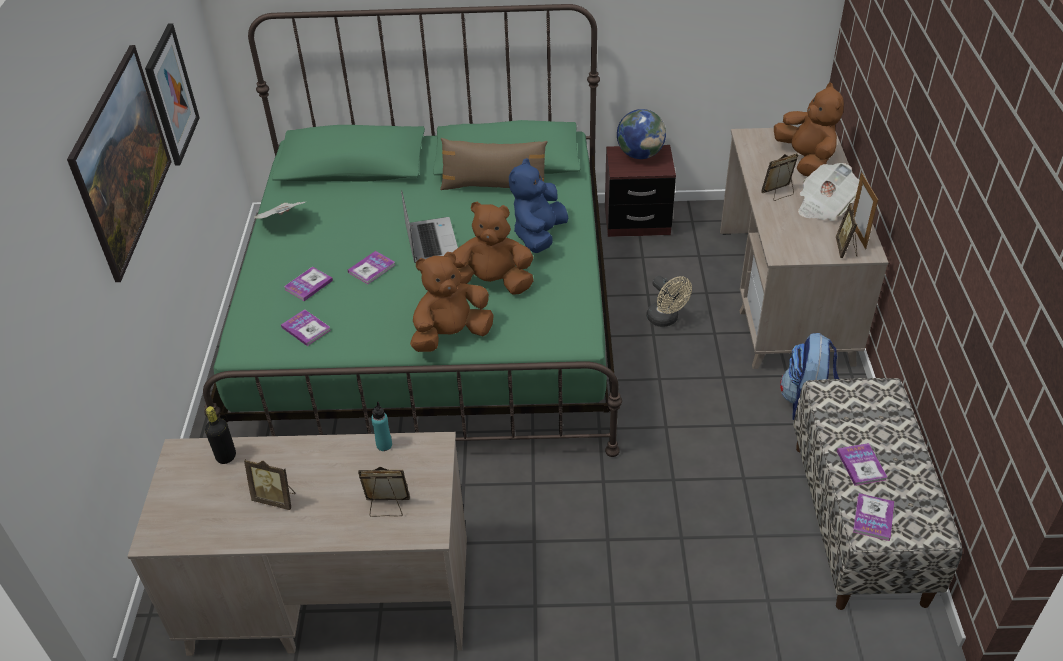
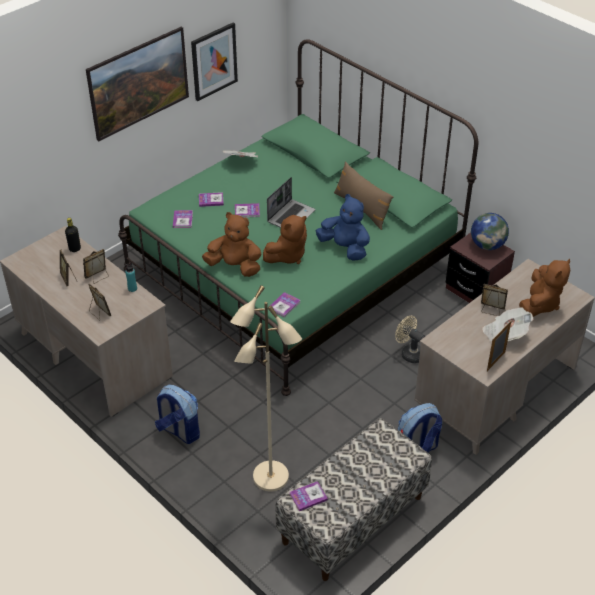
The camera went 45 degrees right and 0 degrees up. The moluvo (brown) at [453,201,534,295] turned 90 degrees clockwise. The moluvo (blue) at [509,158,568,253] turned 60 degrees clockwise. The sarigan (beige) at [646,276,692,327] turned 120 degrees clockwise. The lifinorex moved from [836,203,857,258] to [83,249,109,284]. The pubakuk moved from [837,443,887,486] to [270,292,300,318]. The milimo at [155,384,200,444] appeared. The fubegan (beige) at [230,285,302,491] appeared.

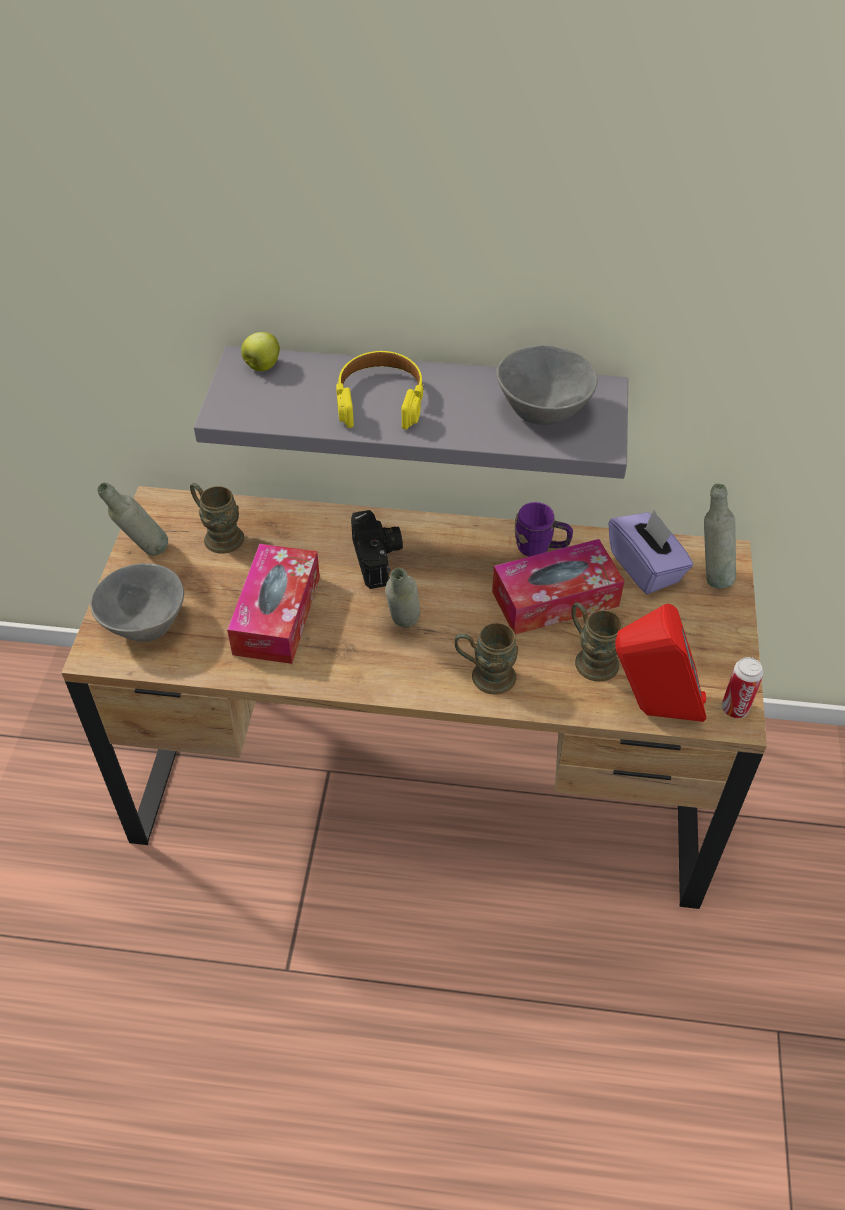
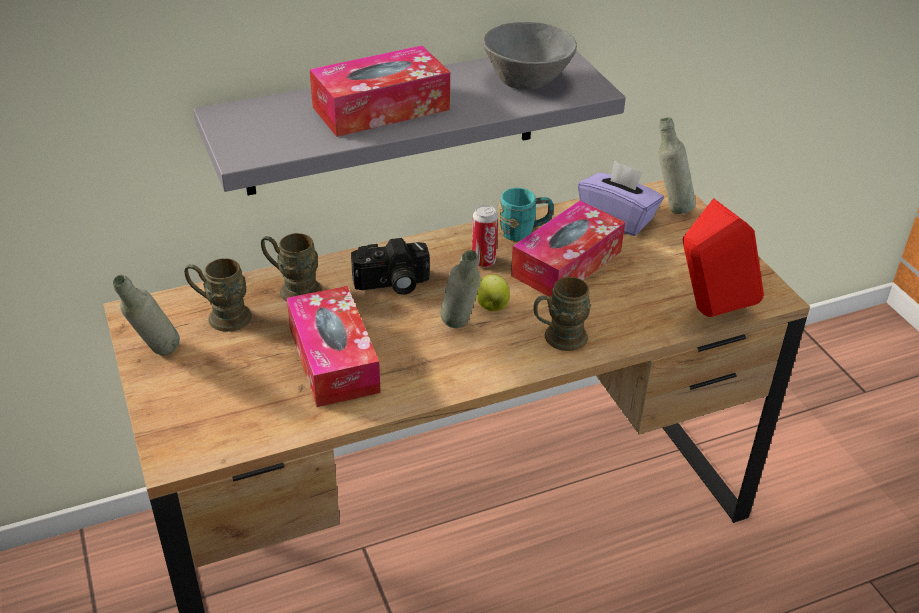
The camera went 30 degrees left and 10 degrees down. The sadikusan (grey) at [90,563,184,642] disappeared. The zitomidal moved from [241,332,280,371] to [476,275,510,311]. The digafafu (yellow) at [336,351,424,430] was replaced by the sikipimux at [310,45,450,137]. The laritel at [351,510,403,589] turned 120 degrees clockwise. The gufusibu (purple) at [515,502,573,557] became the gufusibu (turquoise) at [498,188,554,241]. The gufusibu (brown) moved from [571,602,623,682] to [261,233,322,302]. The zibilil moved from [722,657,764,718] to [472,205,498,267].

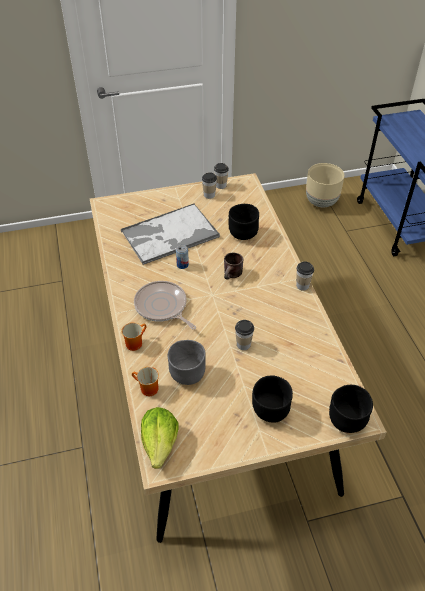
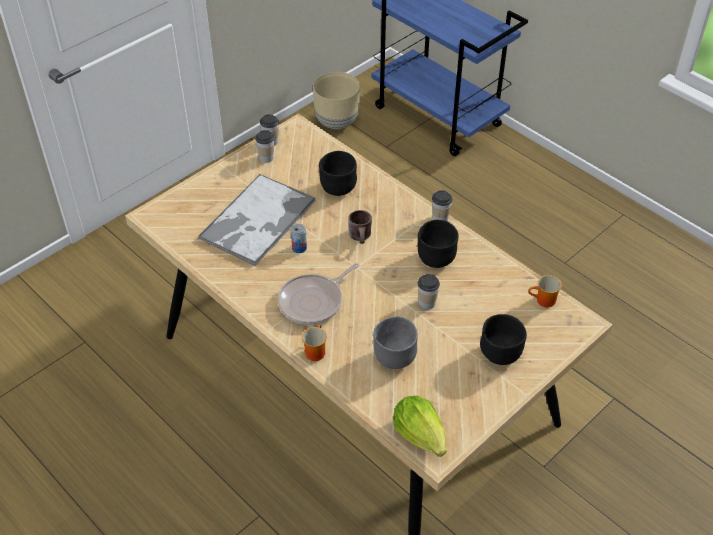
The camera went 30 degrees left and 0 degrees up. The gufusibu moved from [132,367,159,396] to [528,275,562,307]. The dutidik at [134,281,196,330] turned 60 degrees counterclockwise. The sadikusan (black) moved from [329,384,373,433] to [417,220,459,268].

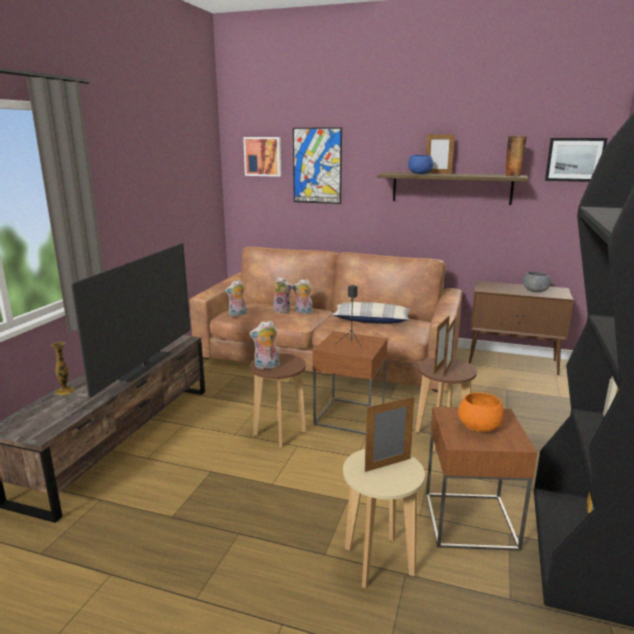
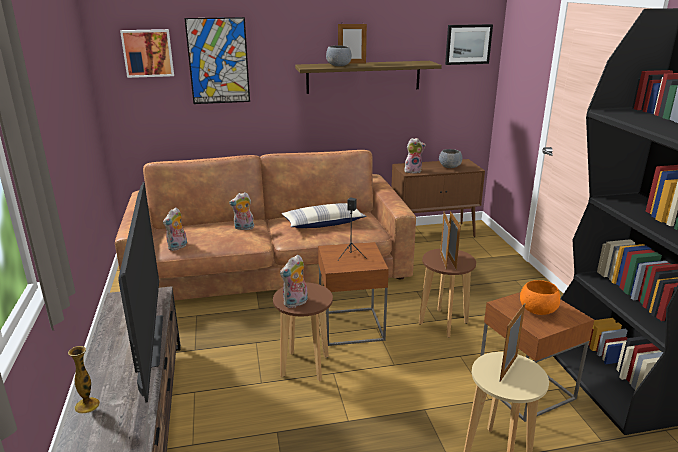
The camera went 30 degrees left and 5 degrees up. The moluvo moved from [273,277,293,314] to [404,138,426,173]. The sadikusan (blue) at [408,155,434,174] became the sadikusan (grey) at [326,45,352,66]. The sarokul at [506,136,527,177] disappeared.

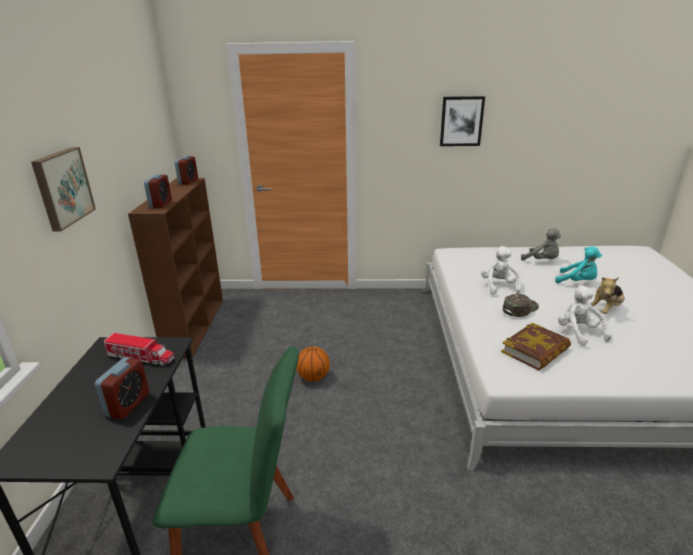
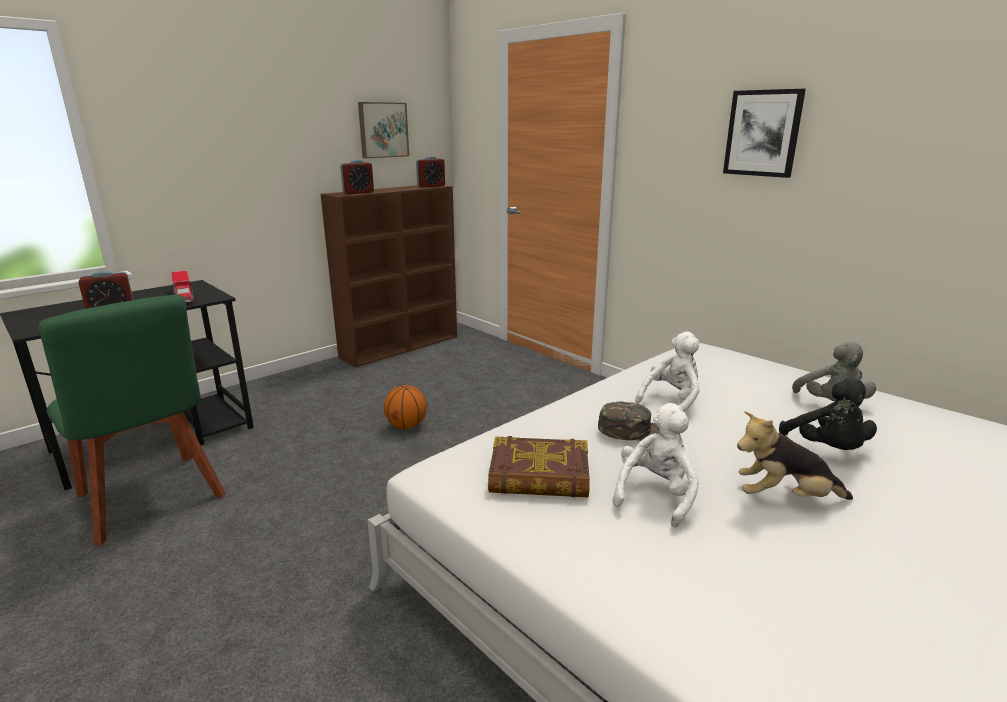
The camera went 45 degrees right and 5 degrees down. The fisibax moved from [31,147,96,231] to [358,102,409,158]. The moluvo (turquoise) at [555,246,602,284] became the moluvo (black) at [779,378,877,450].

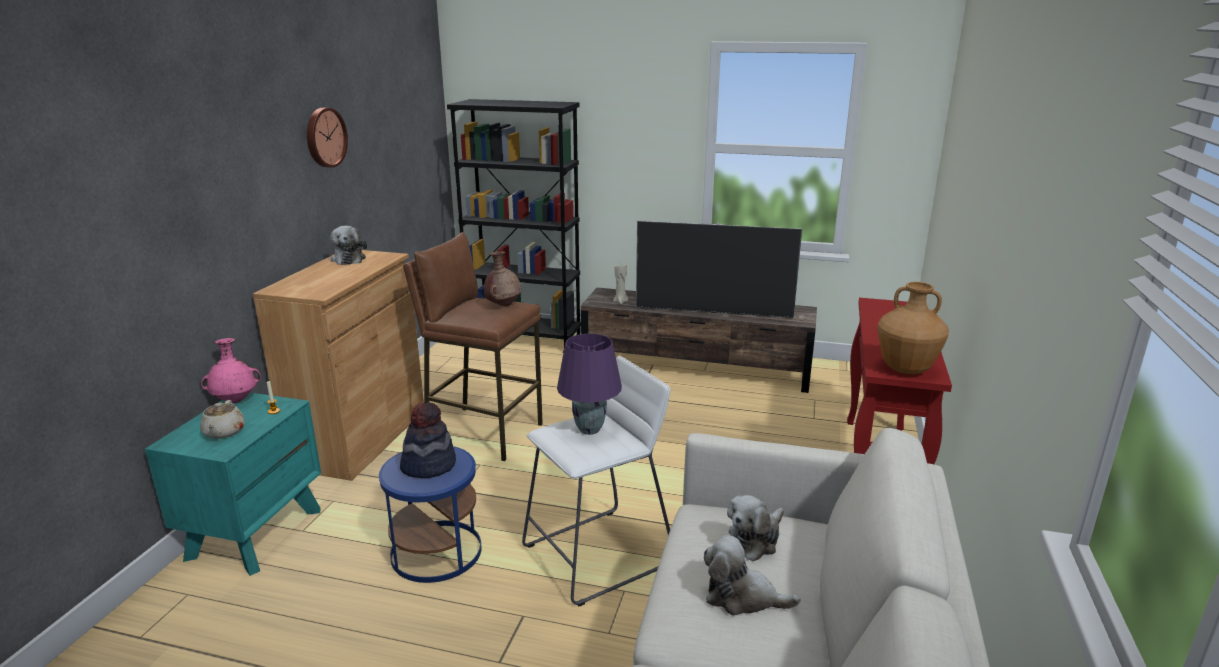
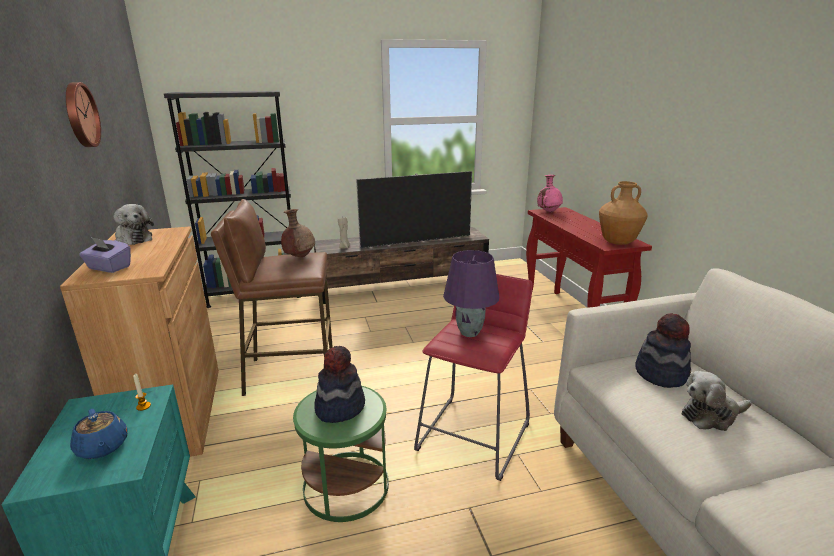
The camera went 30 degrees left and 0 degrees up. The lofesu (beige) at [200,400,245,439] became the lofesu (blue) at [70,409,128,459]. The sarokul (pink) moved from [201,338,261,403] to [537,175,563,212]. The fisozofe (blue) at [379,446,482,583] became the fisozofe (green) at [293,386,389,522]. The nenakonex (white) at [522,356,670,607] became the nenakonex (red) at [414,274,533,481]. The moluvo at [727,495,784,561] was replaced by the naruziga at [635,313,691,388]. The sikipimux (purple) at [79,237,131,273] appeared.

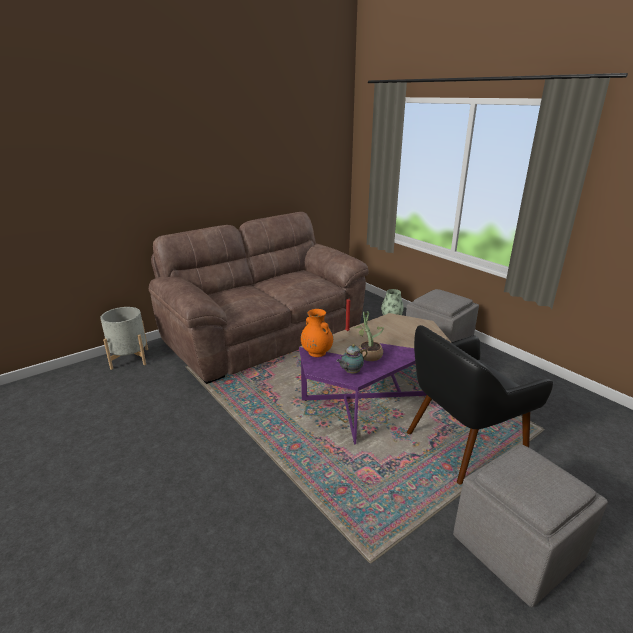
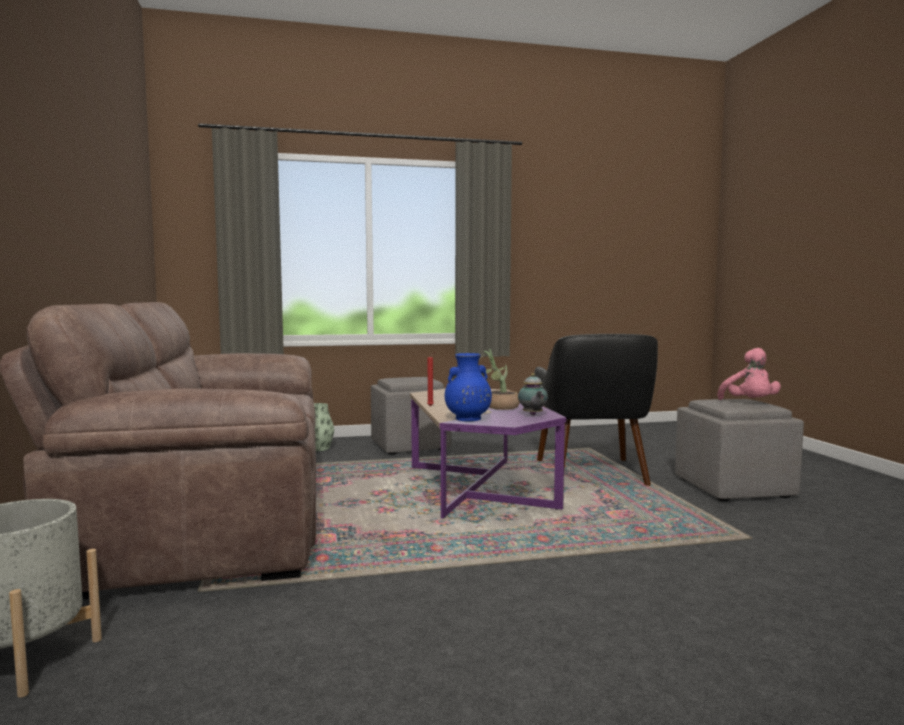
The camera went 65 degrees left and 20 degrees down. The sarokul (orange) at [301,309,333,357] became the sarokul (blue) at [445,353,492,421]. The moluvo (pink) at [717,348,781,400] appeared.

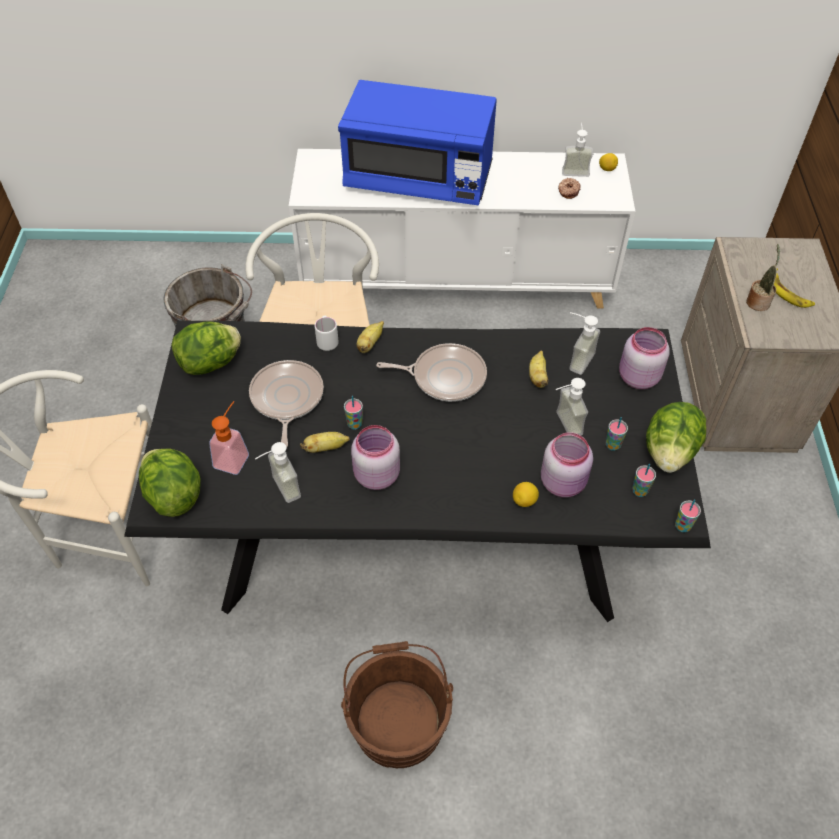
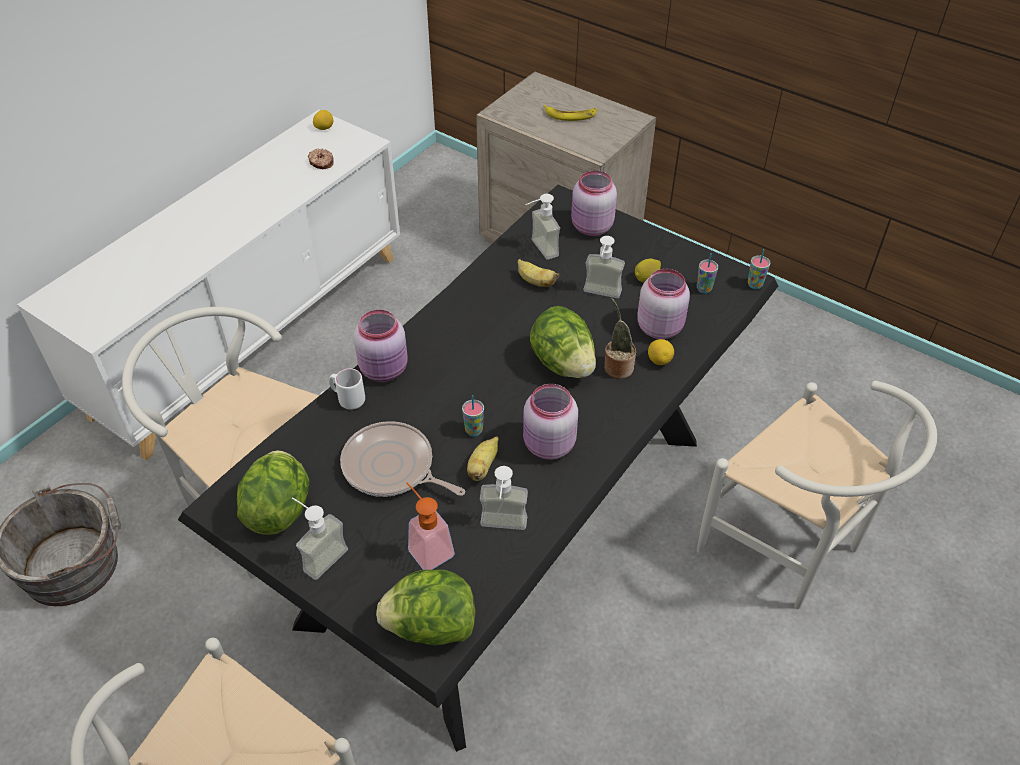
The camera went 55 degrees left and 5 degrees down. The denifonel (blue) at [338,80,497,206] disappeared. The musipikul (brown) at [341,641,453,768] disappeared. The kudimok at [357,321,384,353] was replaced by the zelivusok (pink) at [354,309,408,382]. The dutidik at [376,343,487,402] disappeared. The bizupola moved from [562,123,593,177] to [292,497,348,580]. The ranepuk at [606,417,628,451] was replaced by the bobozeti at [635,259,661,283]. The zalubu moved from [646,402,706,473] to [530,306,596,378]. The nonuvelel moved from [746,244,780,311] to [604,298,636,379]. The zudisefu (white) at [697,381,937,609] appeared.

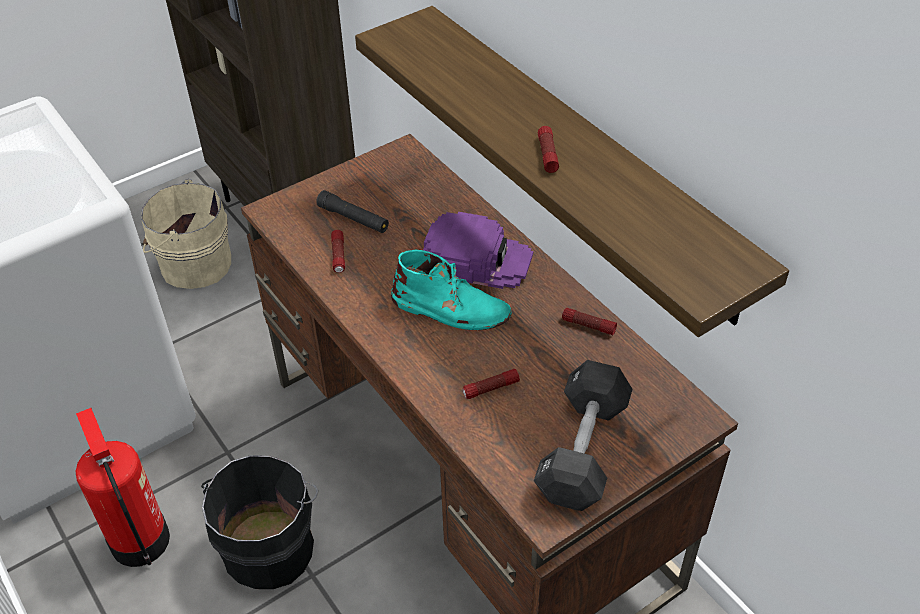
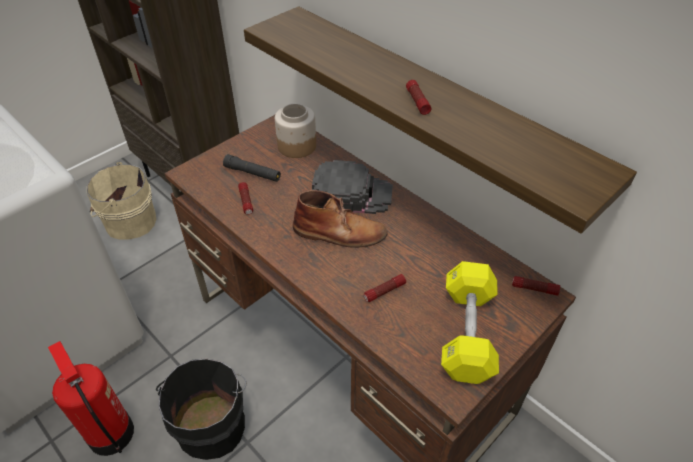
The camera went 10 degrees left and 0 degrees up. The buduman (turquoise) at [391,249,512,330] became the buduman (brown) at [293,190,388,248]. The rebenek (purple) at [423,212,533,289] became the rebenek (black) at [312,160,393,214]. The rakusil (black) at [534,360,633,511] became the rakusil (yellow) at [441,261,499,384]. The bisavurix moved from [562,308,617,335] to [512,276,560,296]. The zelivusok at [275,103,316,158] appeared.

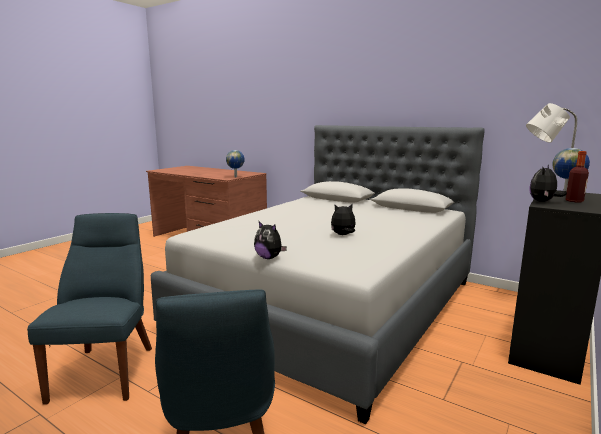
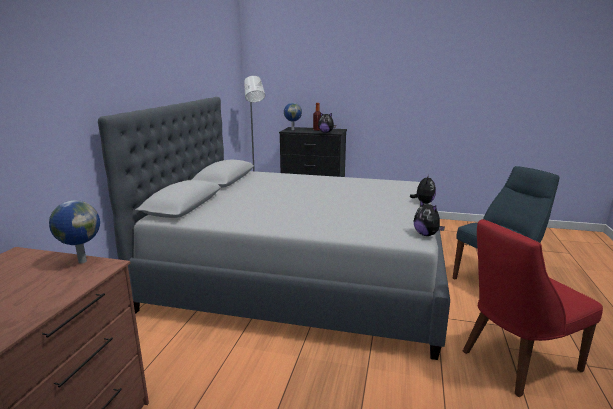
The camera went 110 degrees left and 5 degrees up. The zudisefu (blue) at [27,213,152,405] became the zudisefu (red) at [463,219,603,397]. The moluvo moved from [331,204,356,235] to [413,200,445,236].

